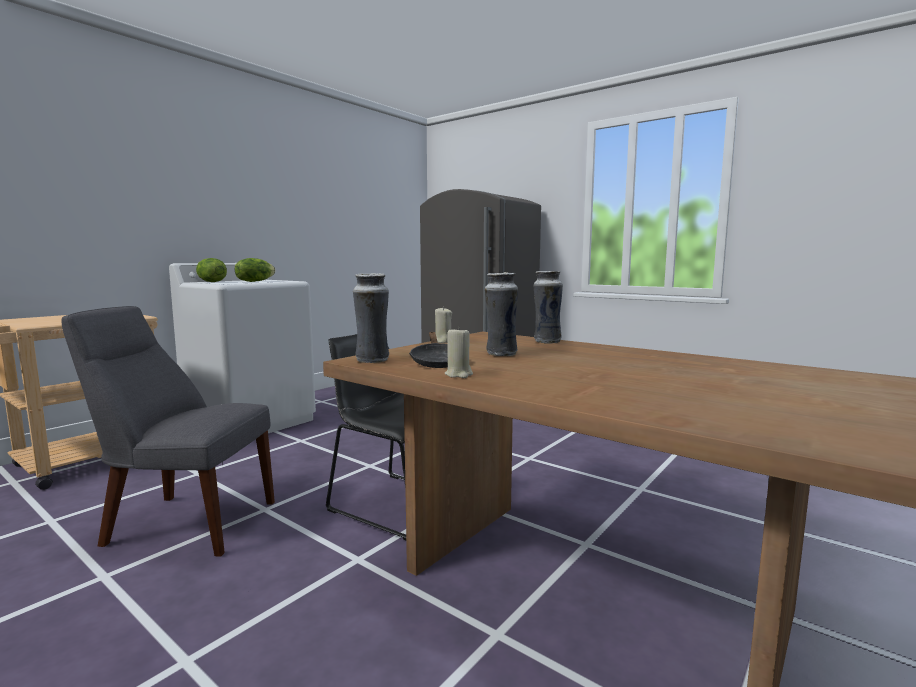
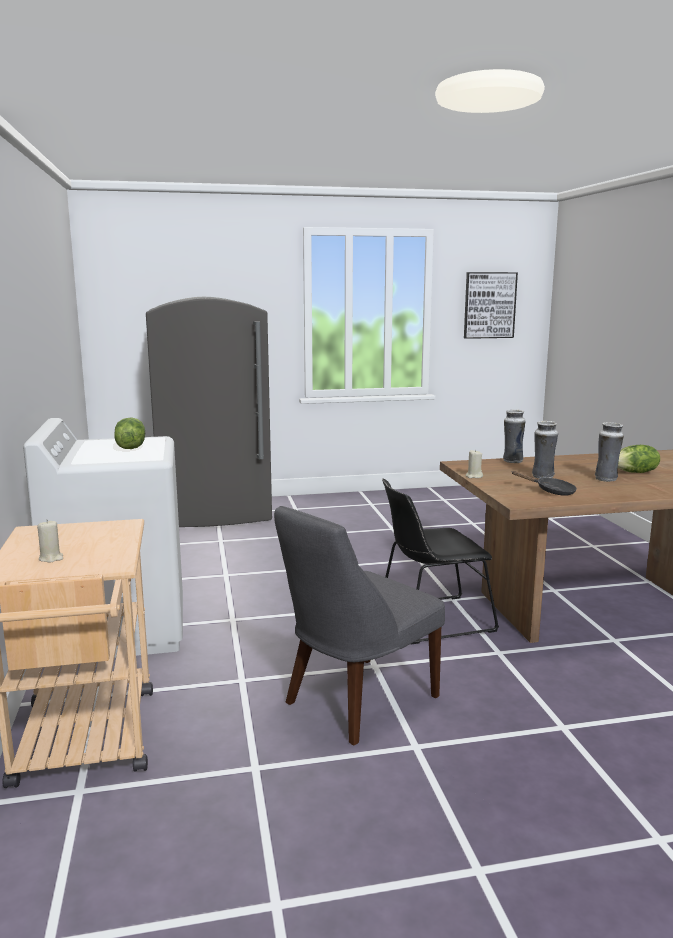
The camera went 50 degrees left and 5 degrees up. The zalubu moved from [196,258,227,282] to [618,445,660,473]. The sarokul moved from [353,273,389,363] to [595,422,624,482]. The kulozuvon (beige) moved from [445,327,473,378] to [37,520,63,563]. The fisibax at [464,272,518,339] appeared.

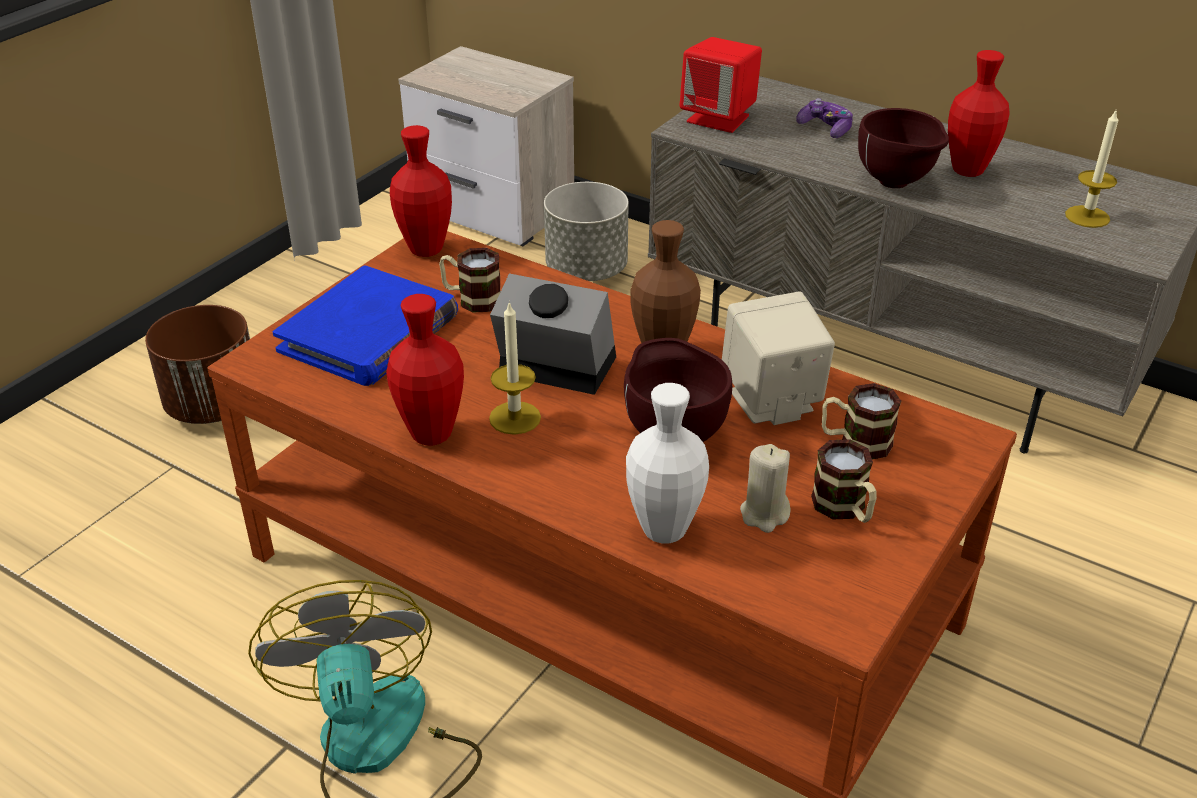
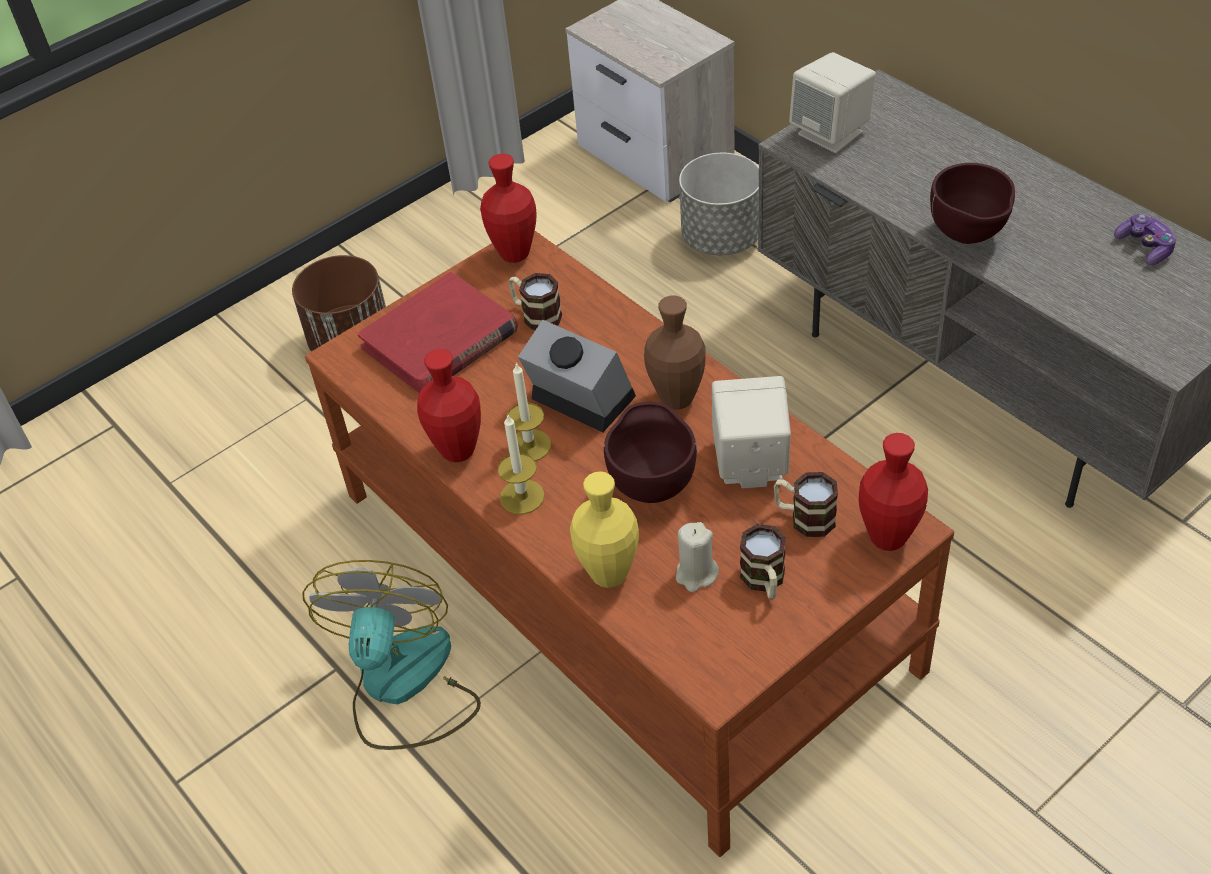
The camera went 20 degrees right and 10 degrees up. The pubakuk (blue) at [273,265,458,386] became the pubakuk (red) at [357,272,518,393]. The sarokul (white) at [626,383,709,543] became the sarokul (yellow) at [570,471,639,588]. The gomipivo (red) at [680,37,762,133] became the gomipivo (beige) at [789,52,876,153]. The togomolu moved from [796,98,853,138] to [1114,214,1176,265]. The sarokul (red) moved from [948,50,1010,177] to [859,433,928,551]. The kulozuvon moved from [1065,111,1118,228] to [498,415,545,514].

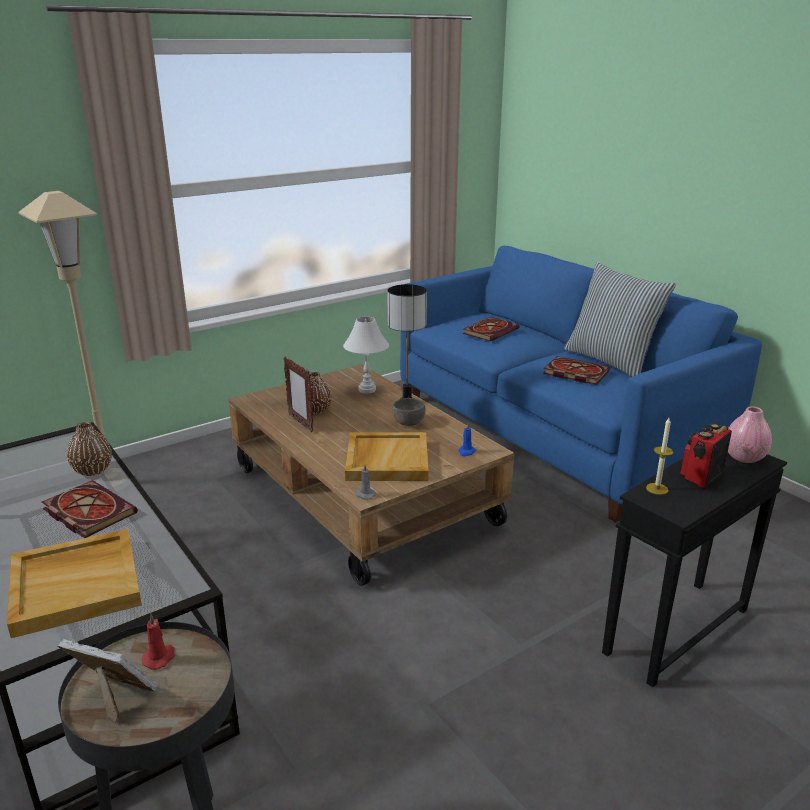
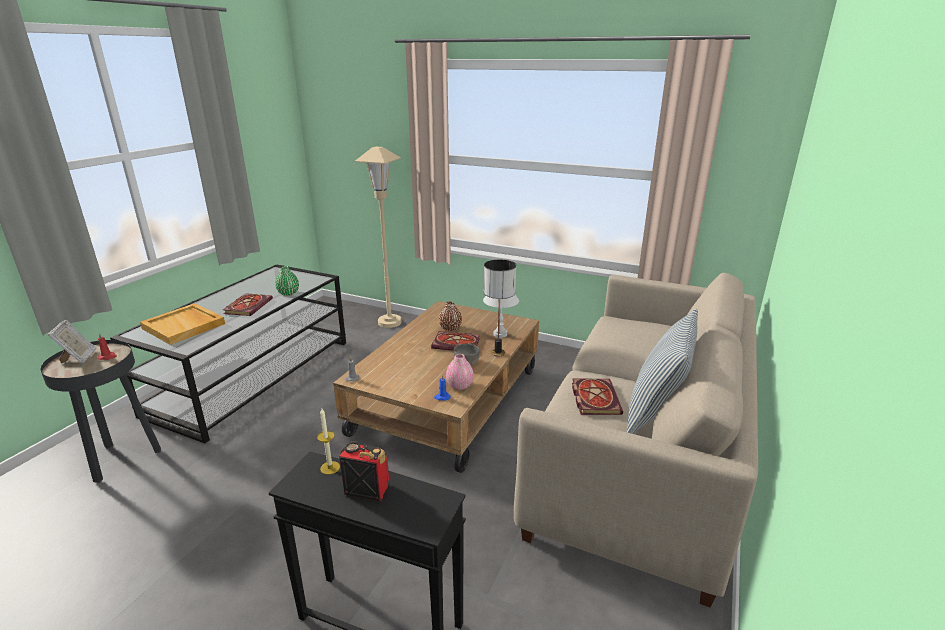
The camera went 60 degrees right and 0 degrees up. The sarokul (brown) at [67,422,112,476] became the sarokul (green) at [275,266,299,296]. The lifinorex at [283,356,314,432] disappeared. The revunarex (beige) at [345,432,428,481] disappeared. The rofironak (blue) at [400,246,762,522] became the rofironak (beige) at [514,273,758,608]. The pubakuk moved from [463,317,520,341] to [431,331,480,351]. The sarokul (pink) moved from [728,406,772,463] to [446,354,474,390].

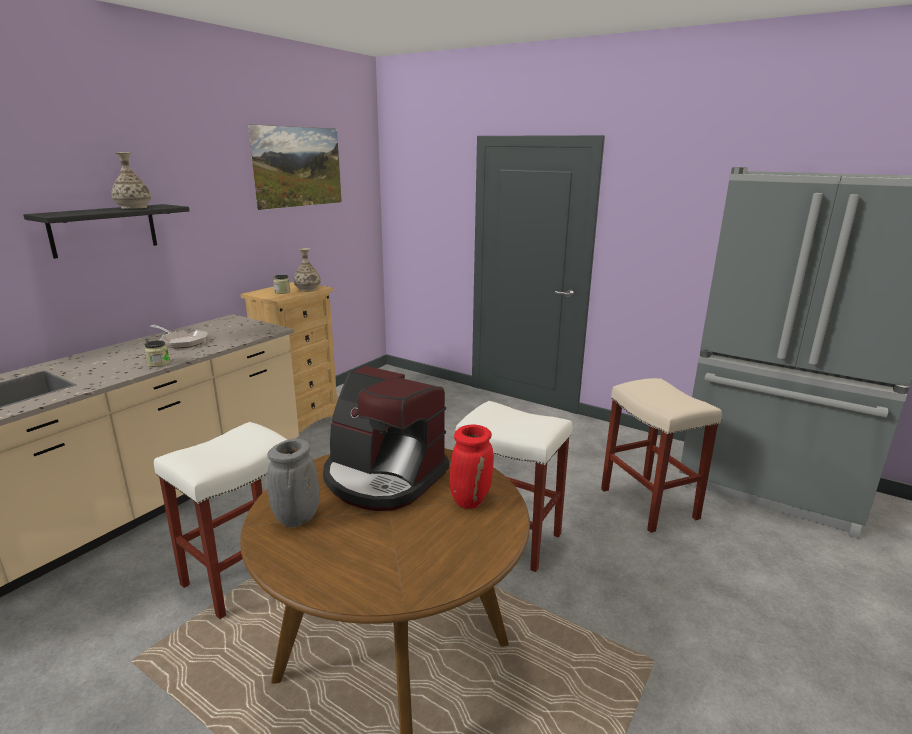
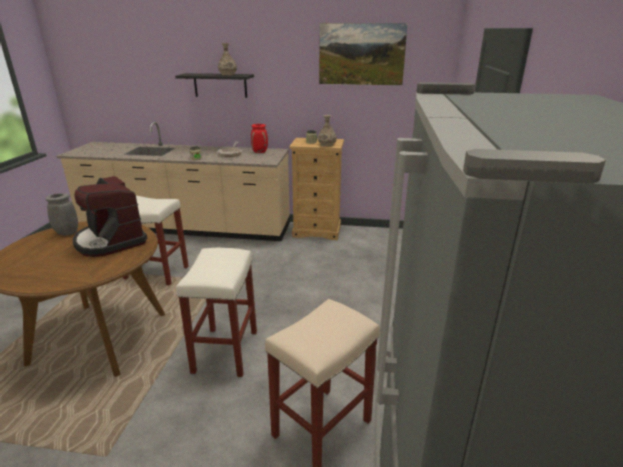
The camera went 65 degrees right and 5 degrees up. The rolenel at [323,366,449,511] turned 45 degrees counterclockwise. The sarokul (red) moved from [450,425,494,509] to [251,124,268,153].

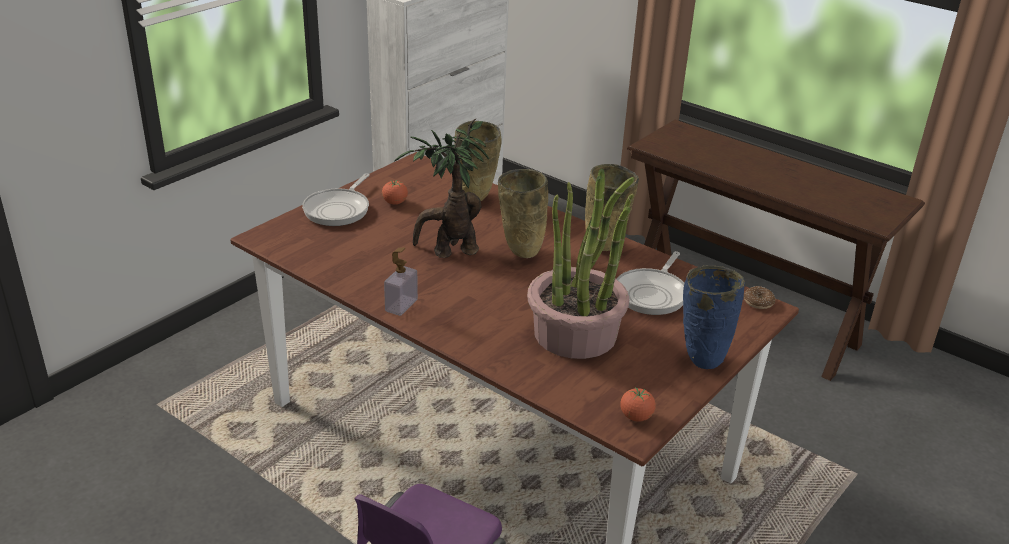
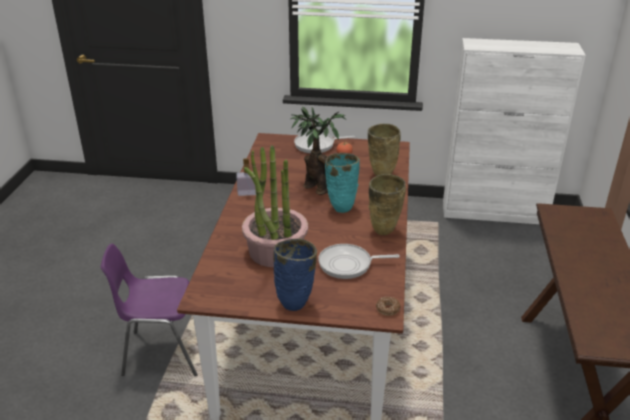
The camera went 60 degrees right and 0 degrees up. The sarokul (beige) at [498,169,548,258] became the sarokul (turquoise) at [325,153,360,213]. The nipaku at [620,388,656,422] disappeared.

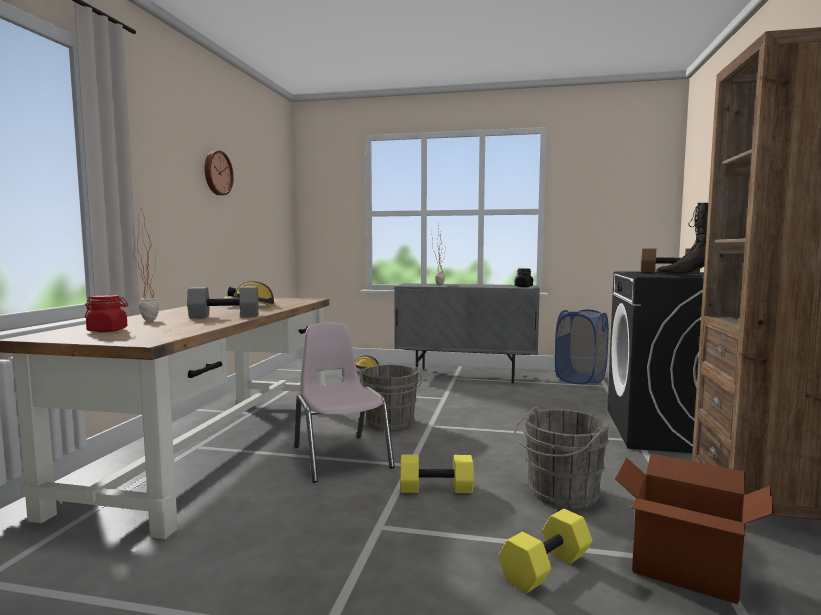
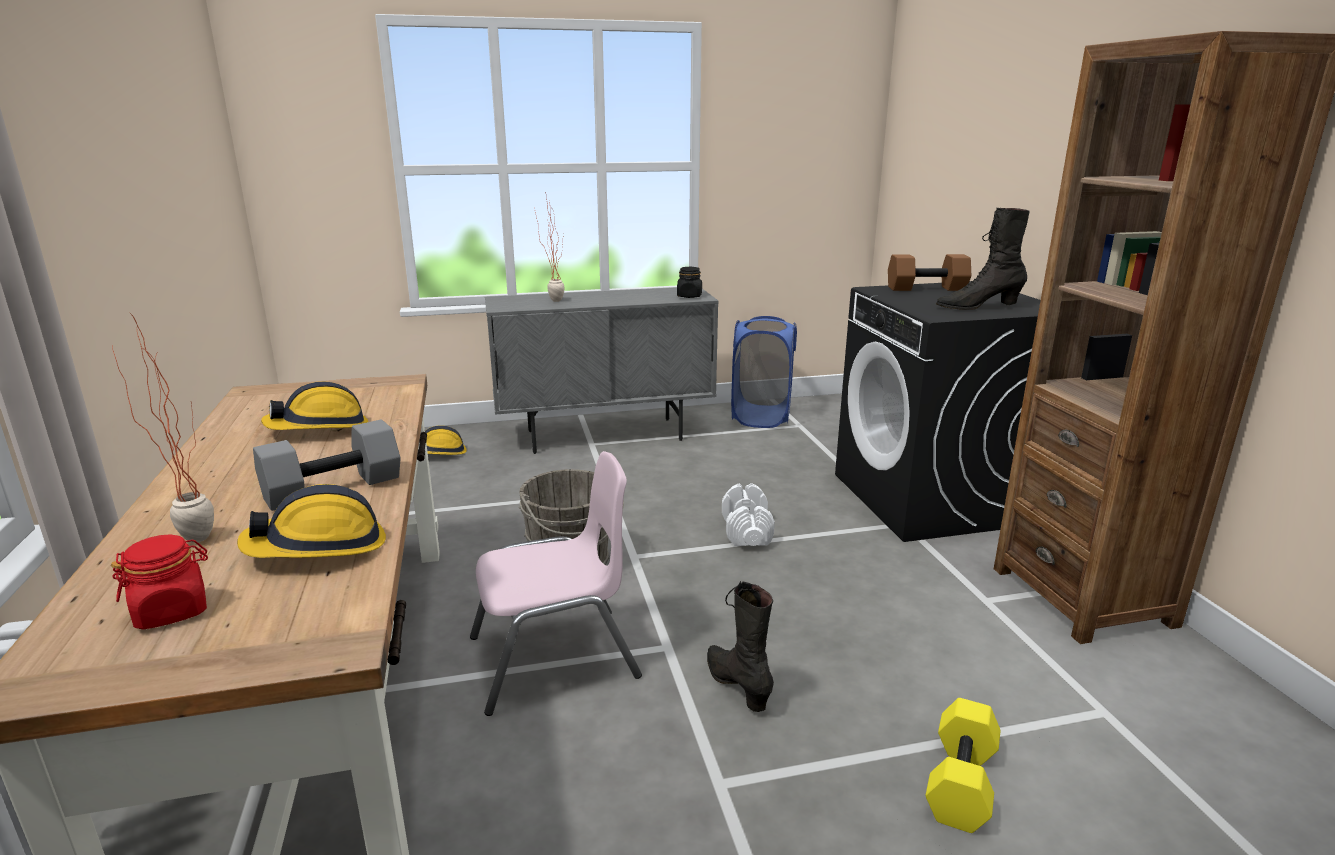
The camera went 25 degrees left and 15 degrees up. The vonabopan at [205,151,234,195] disappeared. The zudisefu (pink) at [294,322,395,483] turned 120 degrees clockwise. The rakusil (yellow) at [400,455,474,493] was replaced by the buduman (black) at [707,581,774,712]. The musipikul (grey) at [514,407,609,508] disappeared. The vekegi at [615,454,774,604] disappeared. The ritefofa at [237,484,386,558] appeared. The rakusil (white) at [722,483,775,546] appeared.

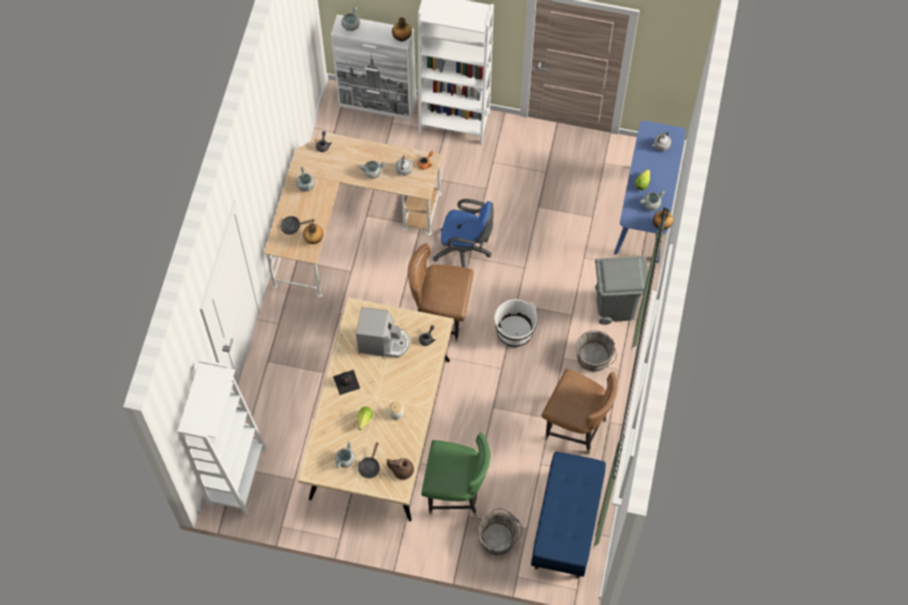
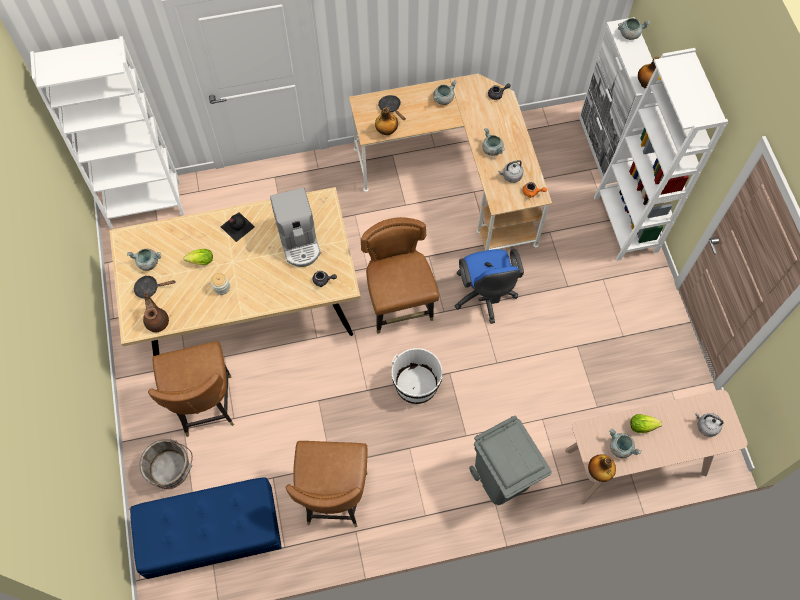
The camera went 65 degrees right and 0 degrees up. The zudisefu (green) at [421,433,491,517] became the zudisefu (brown) at [148,341,234,437]. The musipikul (grey) at [576,330,617,372] disappeared. The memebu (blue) at [614,121,686,263] became the memebu (beige) at [565,390,747,504].

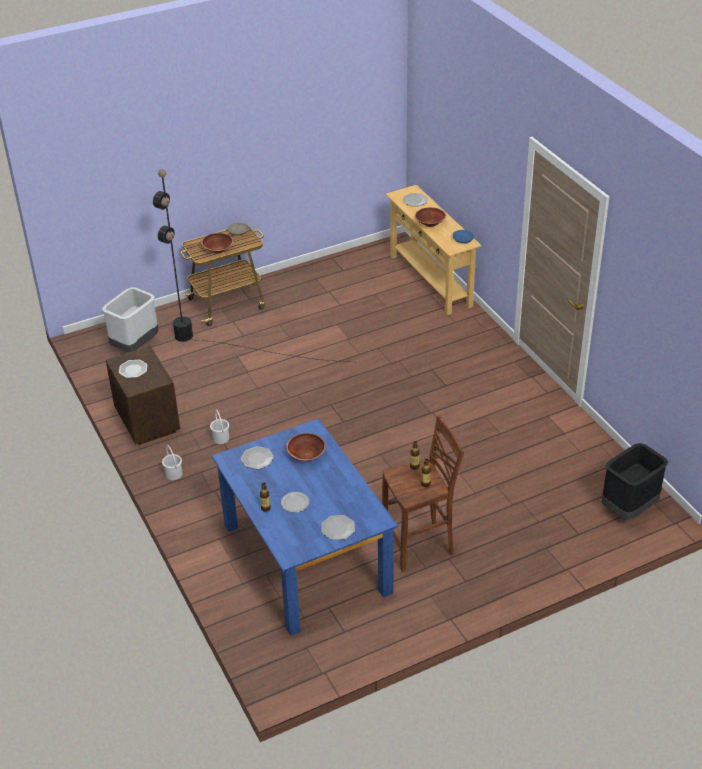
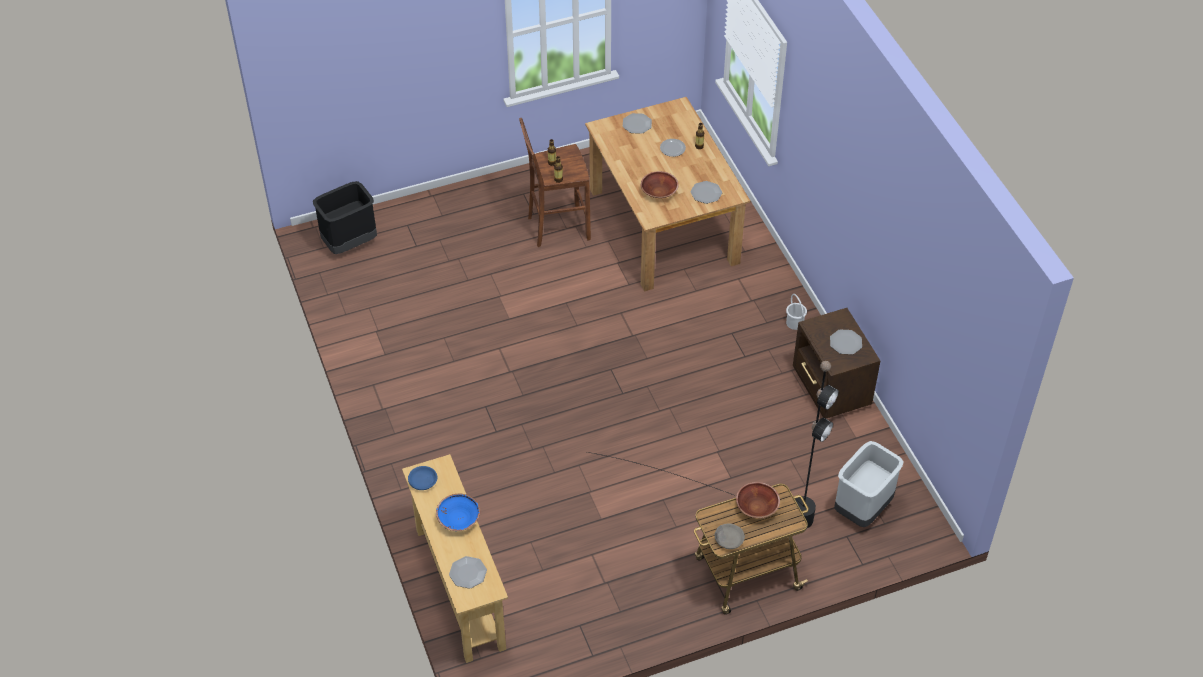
The camera went 175 degrees left and 10 degrees up. The musipikul (white) at [210,409,229,444] disappeared. The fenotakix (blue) at [212,418,398,636] became the fenotakix (brown) at [585,97,750,292]. The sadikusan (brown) at [415,207,446,227] became the sadikusan (blue) at [436,494,480,531].

